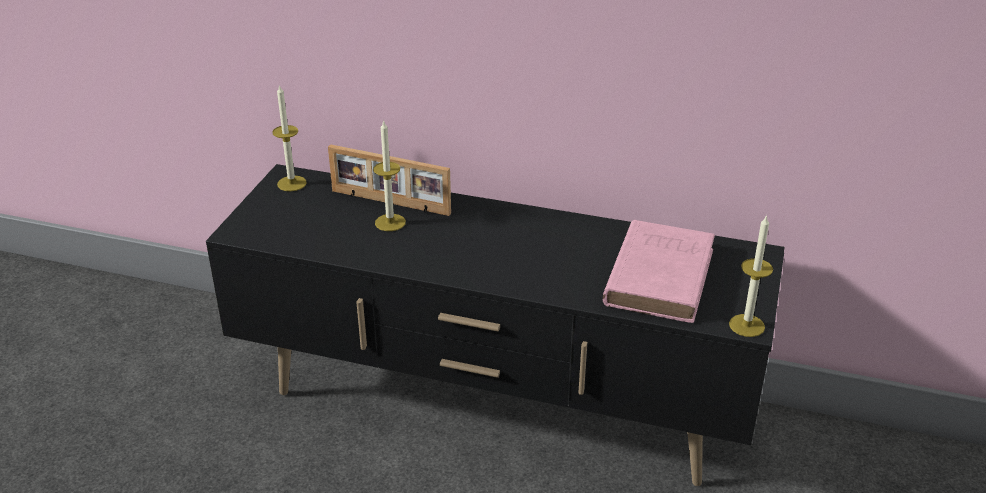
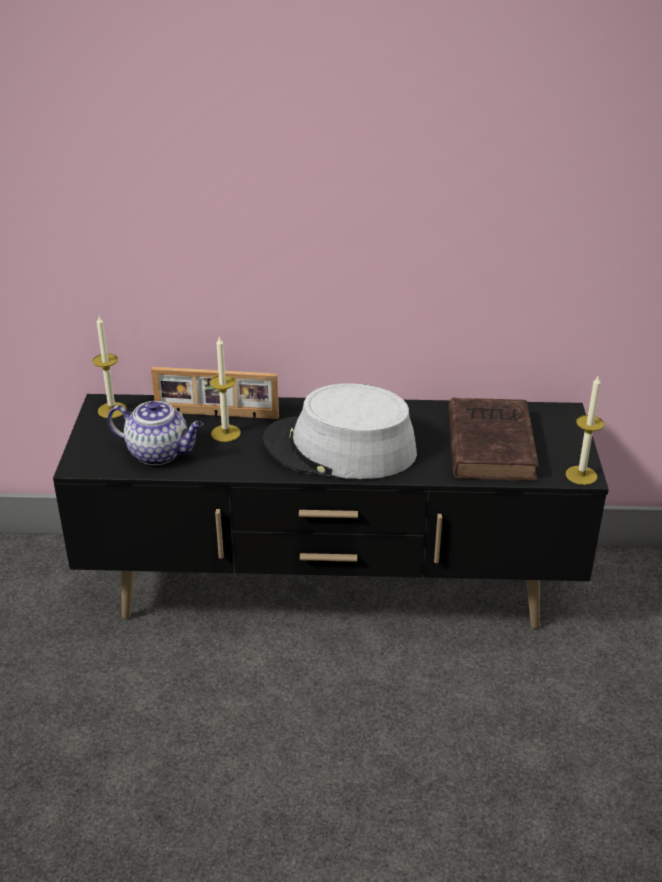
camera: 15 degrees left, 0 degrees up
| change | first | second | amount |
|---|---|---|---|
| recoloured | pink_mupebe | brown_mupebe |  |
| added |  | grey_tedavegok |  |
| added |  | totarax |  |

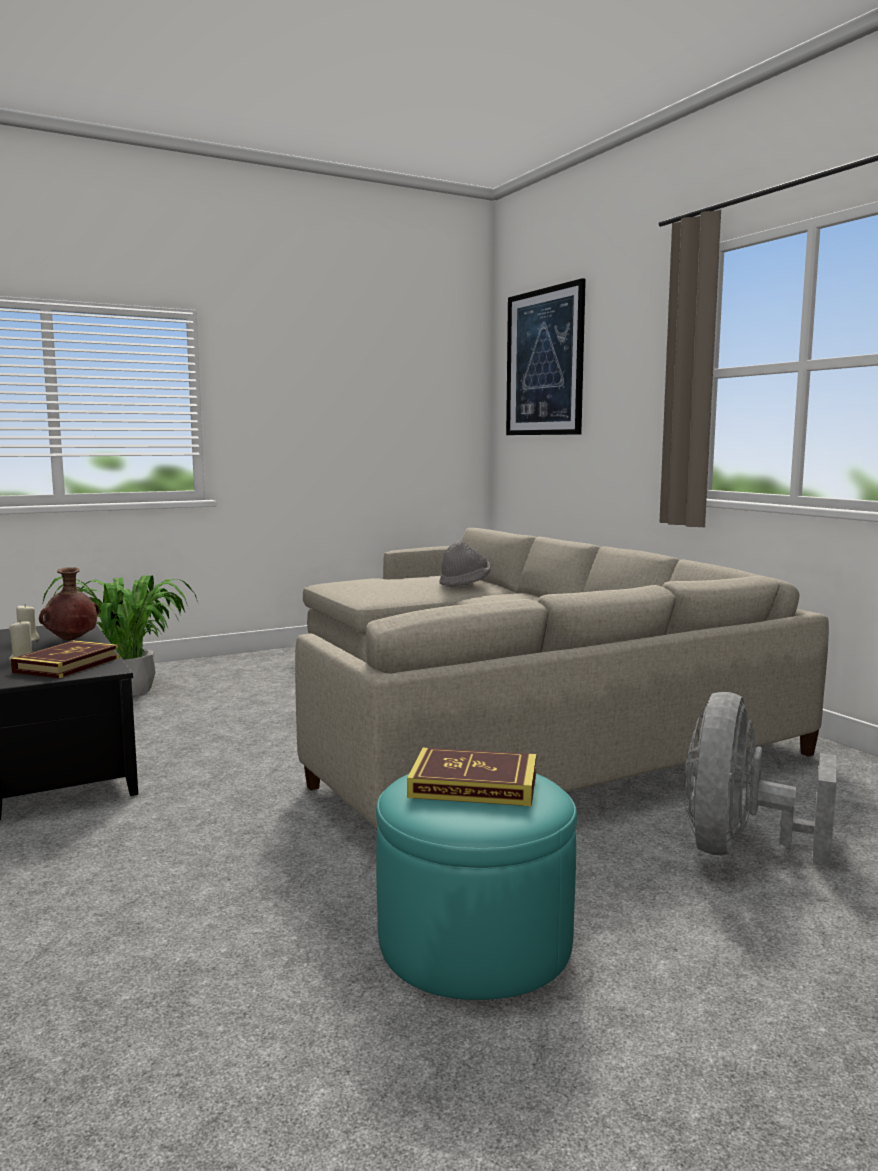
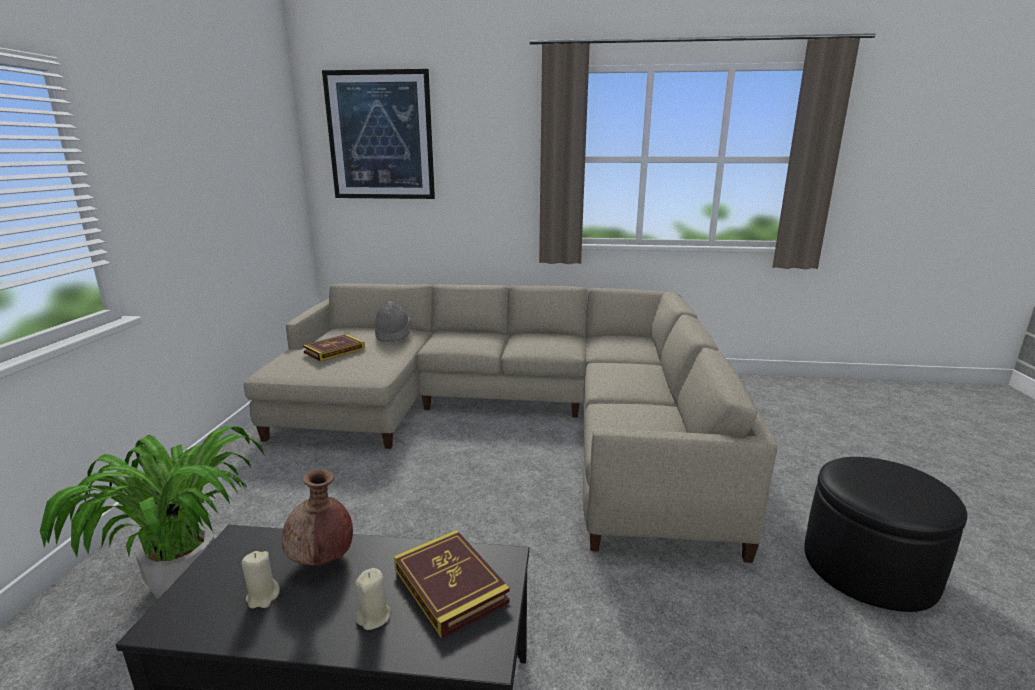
camera: 55 degrees left, 10 degrees up
| change | first | second | amount |
|---|---|---|---|
| removed | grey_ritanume |  |  |
| moved | mupebe (2nd from left in the first image) | mupebe (1st from left) |  |
| recoloured | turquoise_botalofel | black_botalofel |  |

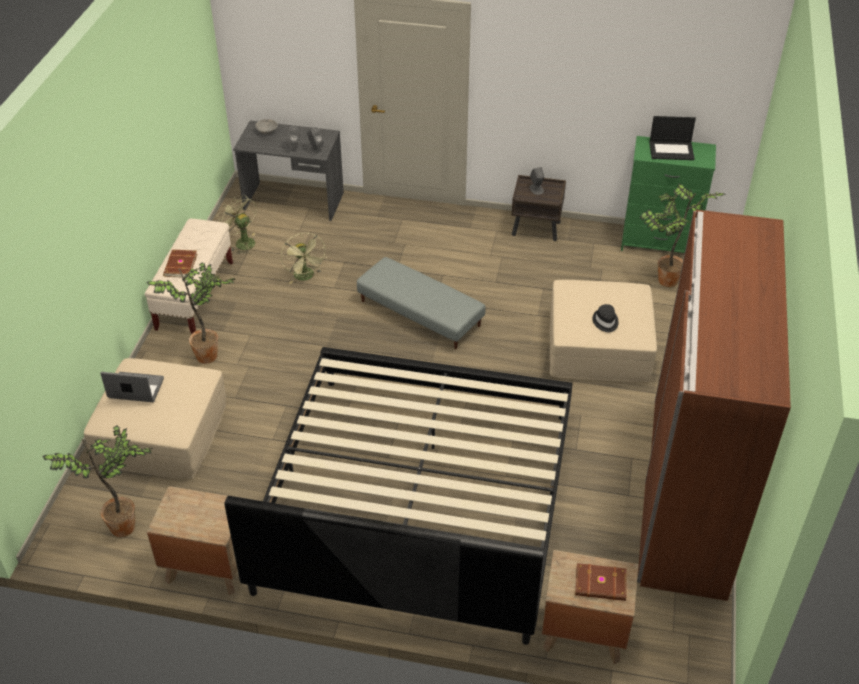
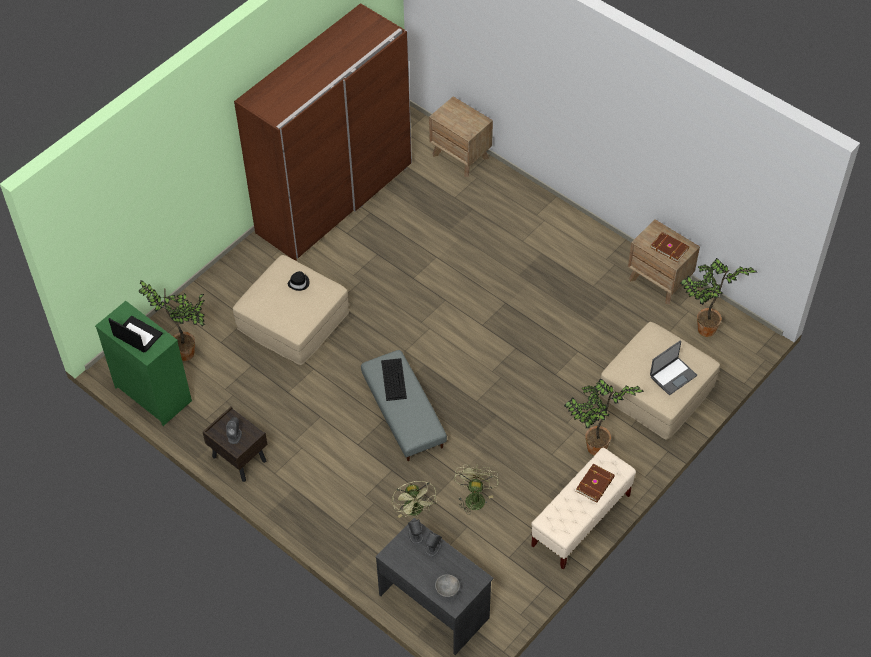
camera: 150 degrees left, 10 degrees up
| change | first | second | amount |
|---|---|---|---|
| moved | green_ritanume (1st from left) |  |  |
| removed | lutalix |  |  |
| turned | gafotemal (1st from left in the first image) | gafotemal (2nd from left) | 75 degrees counterclockwise |
| moved | brown_mupebe (2nd from left) |  |  |
| added |  | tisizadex |  |

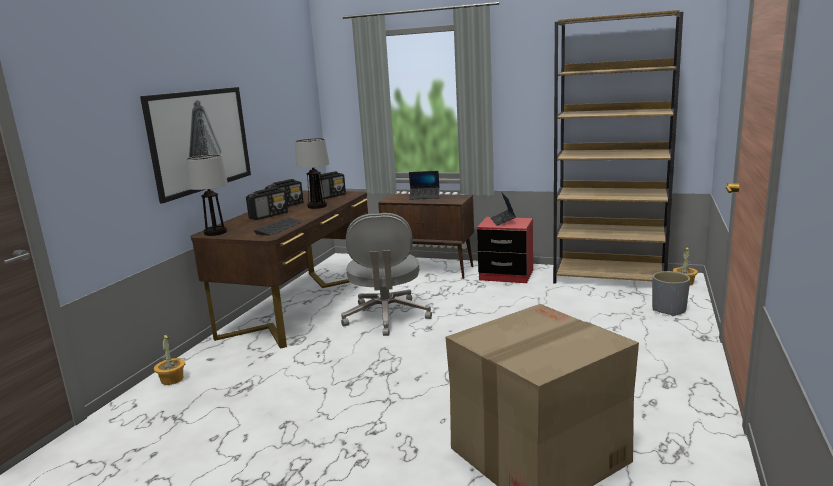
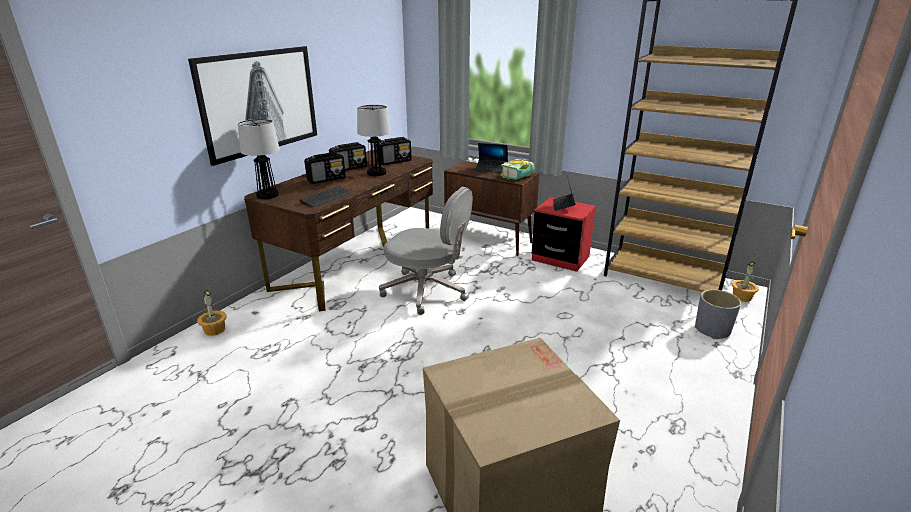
camera: 10 degrees right, 10 degrees up
| change | first | second | amount |
|---|---|---|---|
| turned | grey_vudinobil |  | 75 degrees counterclockwise |
| added |  | mupebe |  |

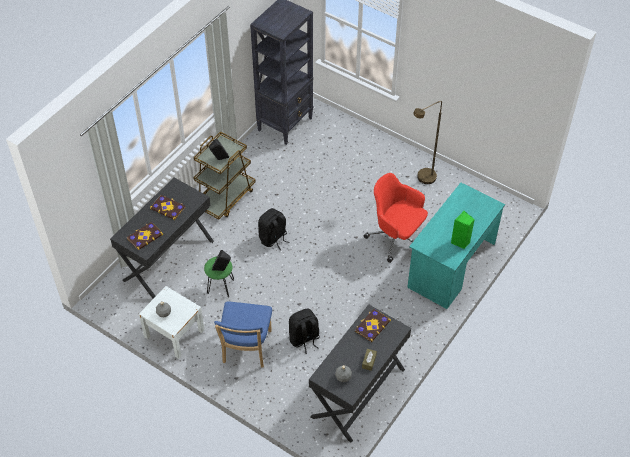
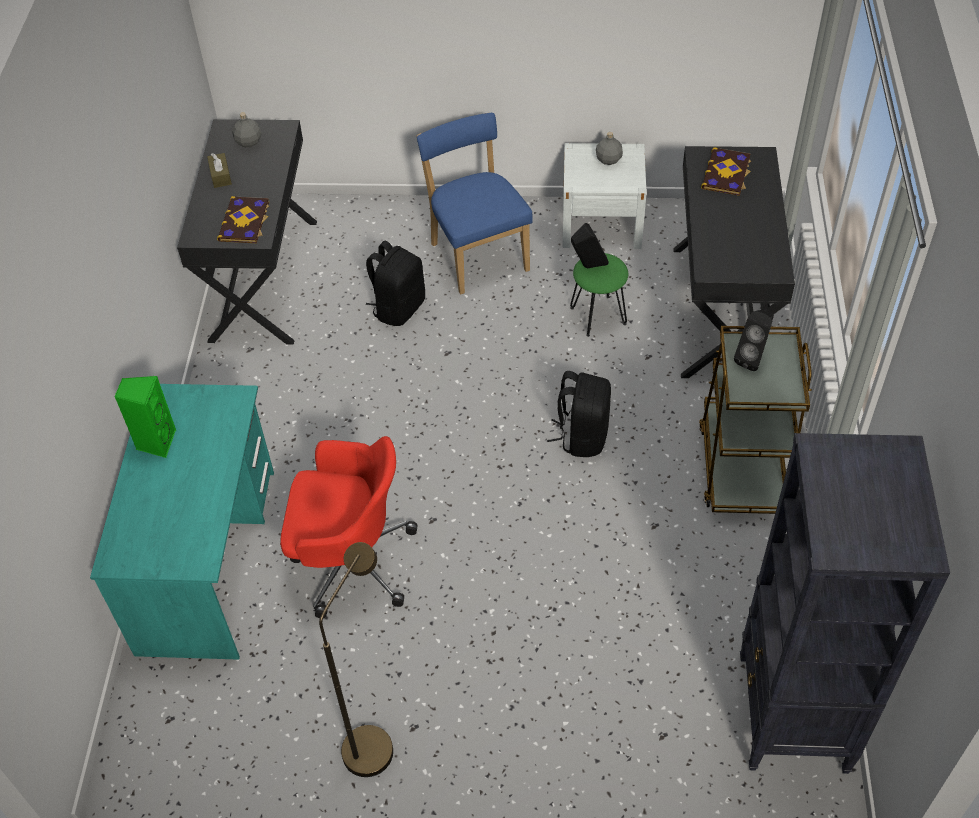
camera: 150 degrees right, 0 degrees up
| change | first | second | amount |
|---|---|---|---|
| removed | mupebe (2nd from left) |  |  |

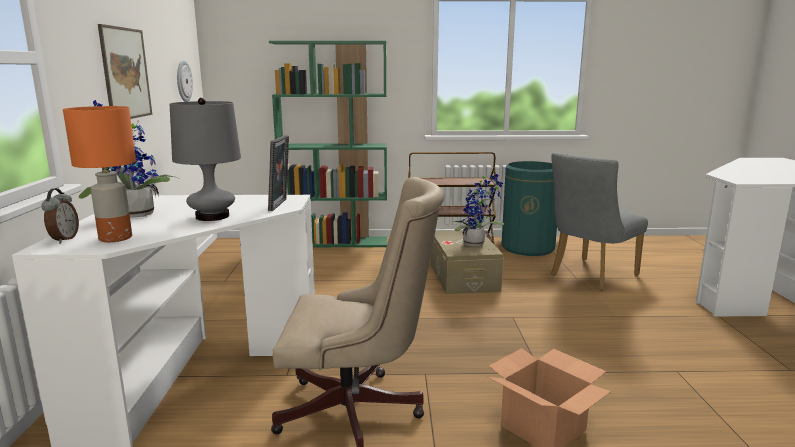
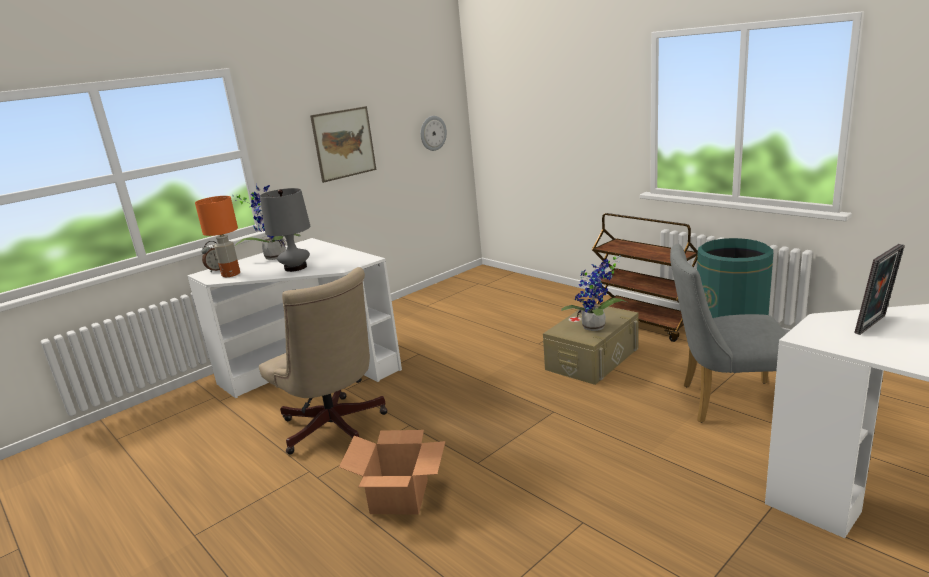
camera: 50 degrees right, 5 degrees up
| change | first | second | amount |
|---|---|---|---|
| removed | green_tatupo |  |  |
| moved | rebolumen |  |  |

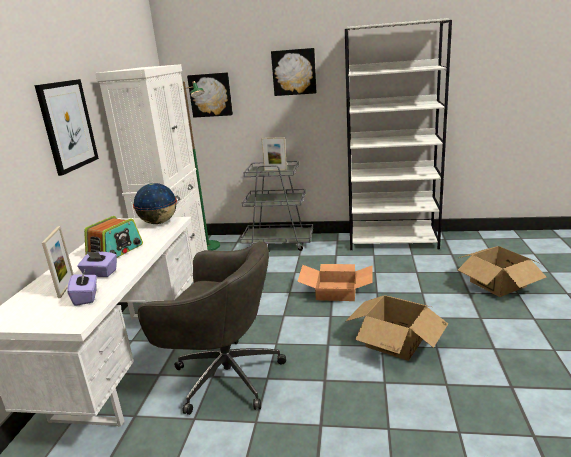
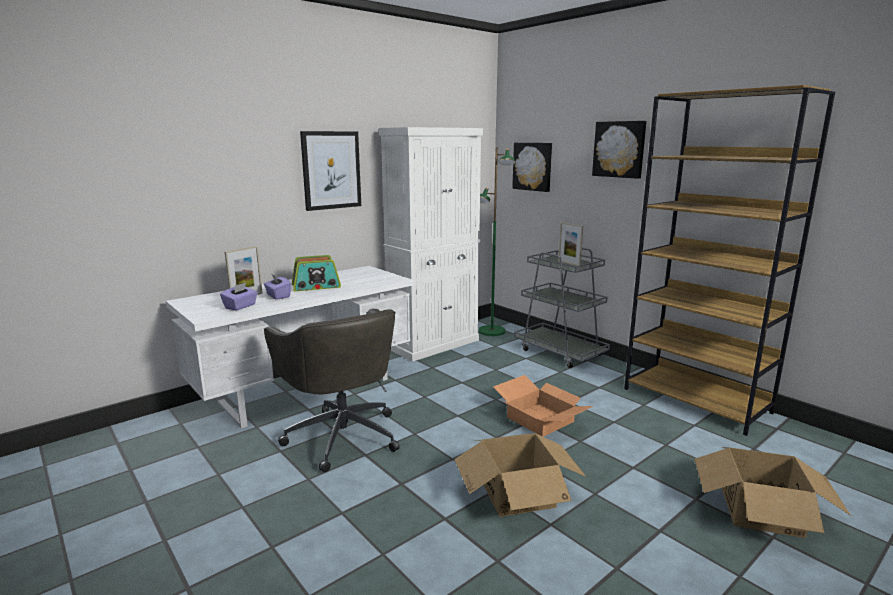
camera: 40 degrees right, 5 degrees down
| change | first | second | amount |
|---|---|---|---|
| recoloured | white_tatupo | brown_tatupo |  |
| removed | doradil |  |  |

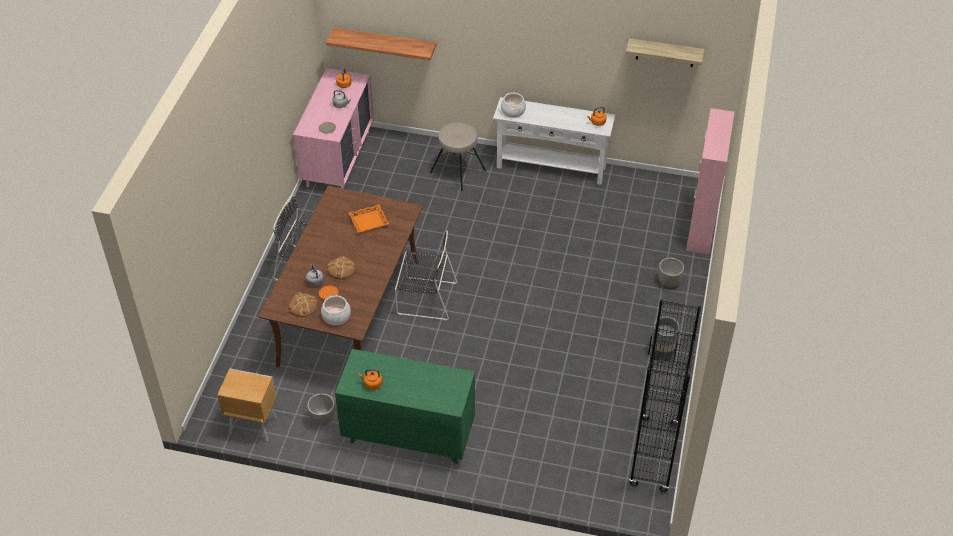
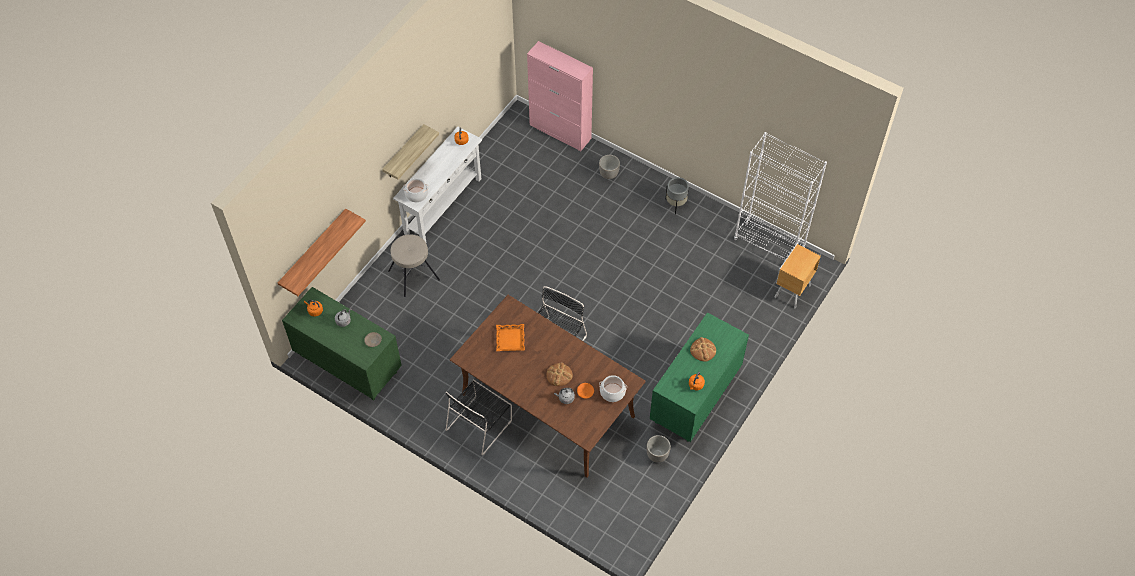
camera: 70 degrees left, 10 degrees up
| change | first | second | amount |
|---|---|---|---|
| moved | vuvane (2nd from left) |  |  |
| recoloured | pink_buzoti | green_buzoti (1st from left) |  |
| moved | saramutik (1st from left in the first image) | saramutik (2nd from left) |  |
| recoloured | black_tatupo | white_tatupo |  |
| moved | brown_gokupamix |  |  |

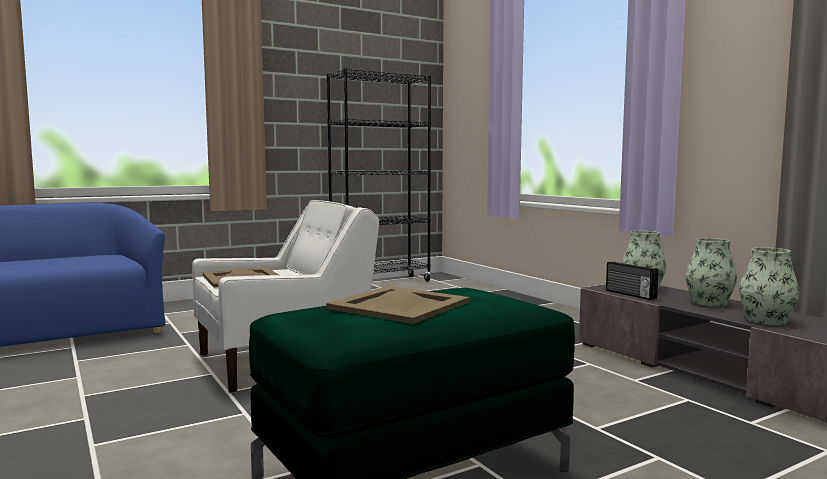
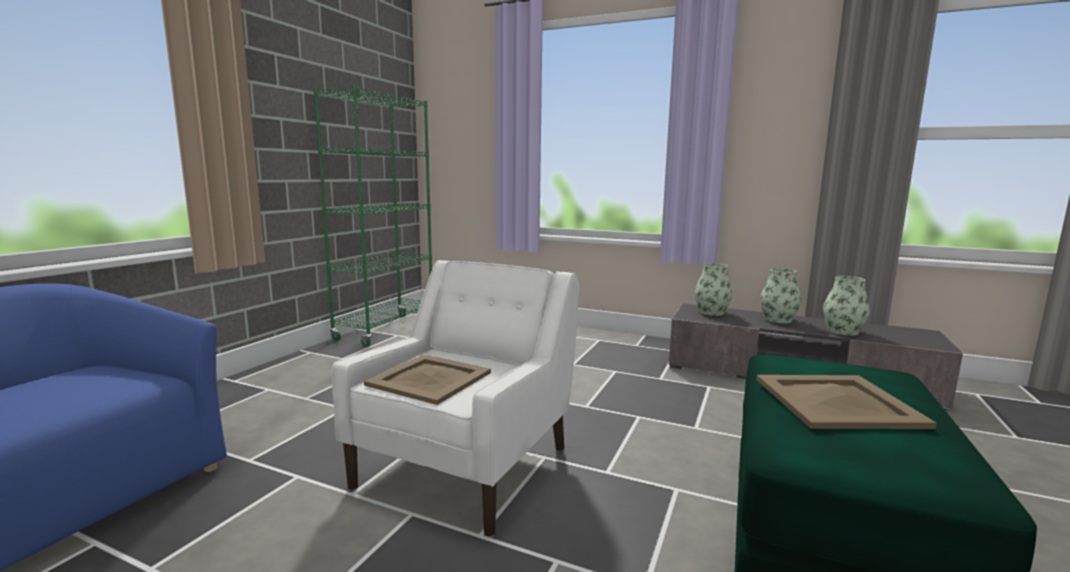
camera: 35 degrees left, 5 degrees up
| change | first | second | amount |
|---|---|---|---|
| recoloured | black_tatupo | green_tatupo |  |
| removed | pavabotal |  |  |

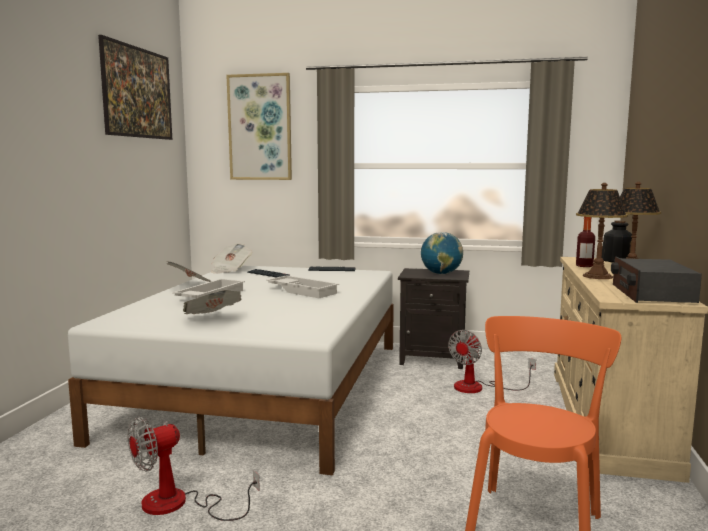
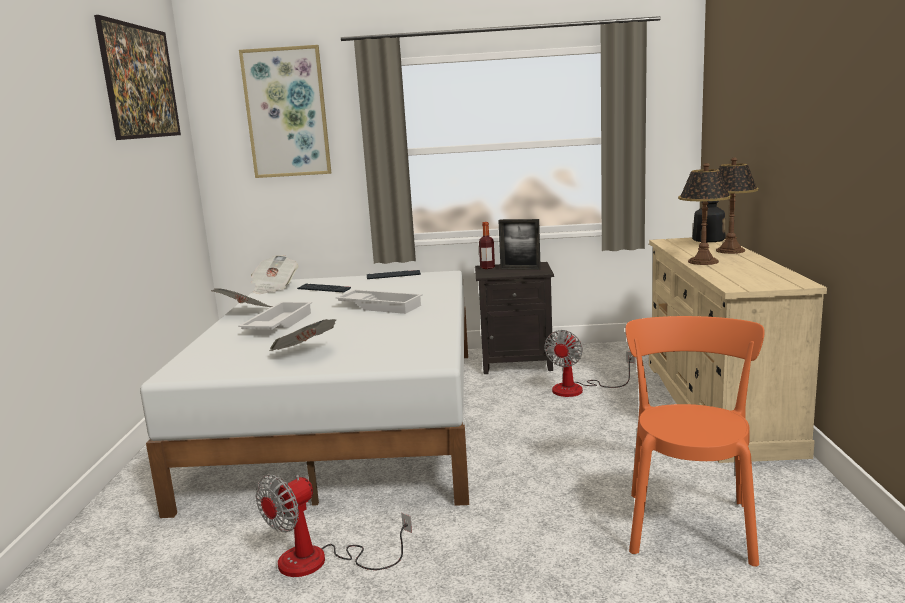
camera: 10 degrees left, 5 degrees up
| change | first | second | amount |
|---|---|---|---|
| moved | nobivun (1st from left) |  |  |
| replaced | doradil | rebolumen |  |
| removed | pavabotal |  |  |

